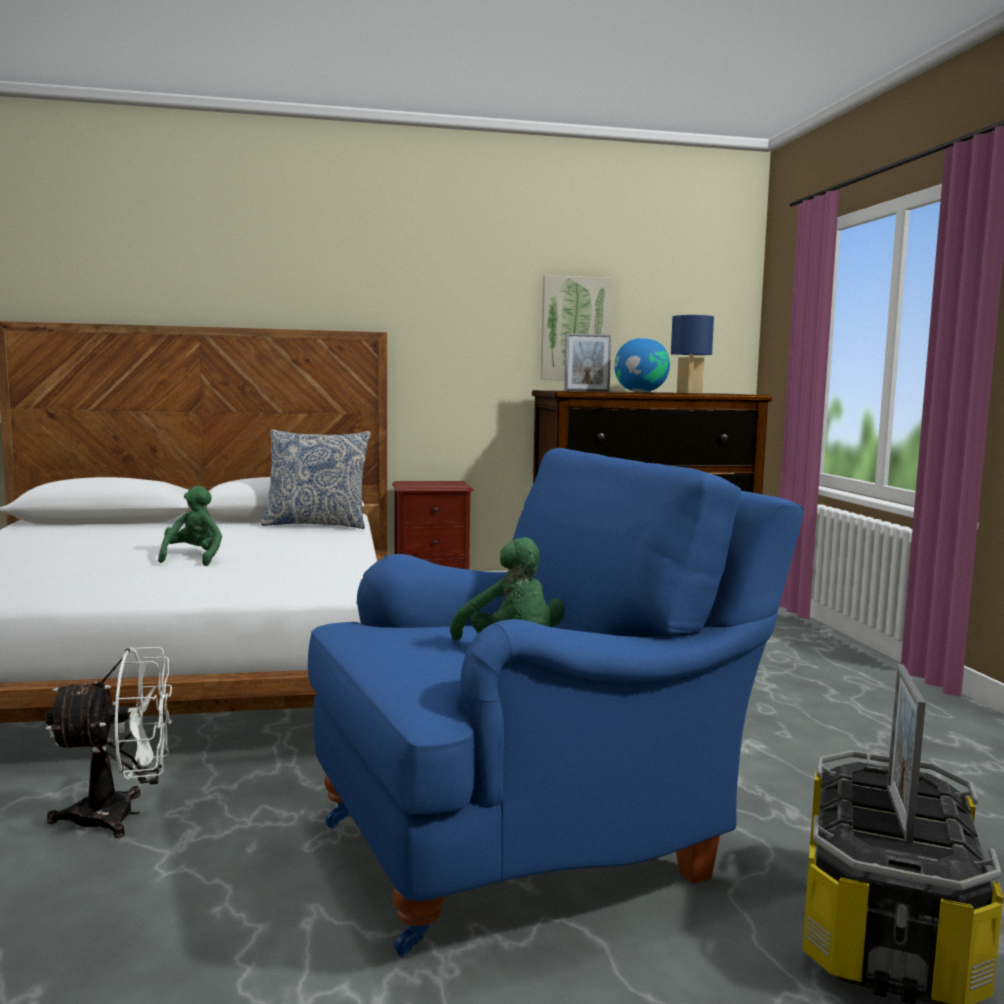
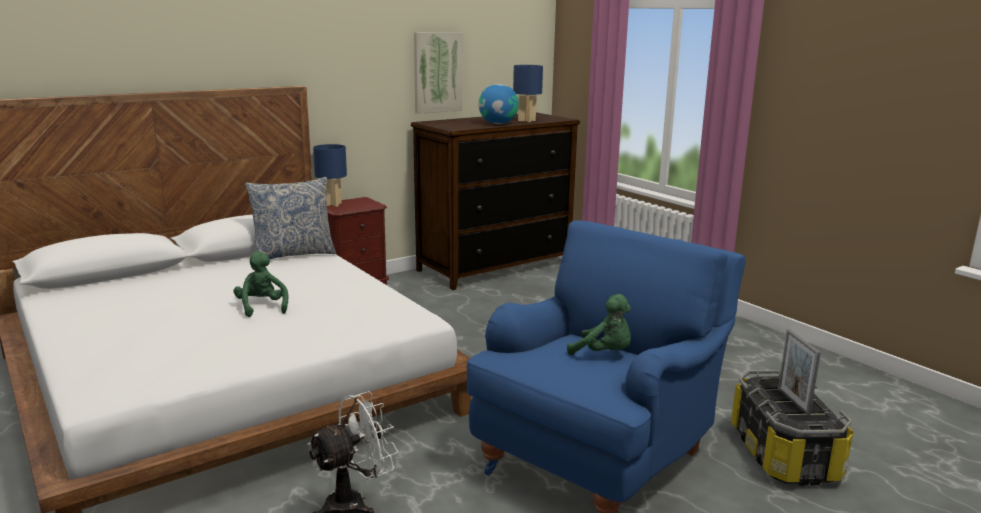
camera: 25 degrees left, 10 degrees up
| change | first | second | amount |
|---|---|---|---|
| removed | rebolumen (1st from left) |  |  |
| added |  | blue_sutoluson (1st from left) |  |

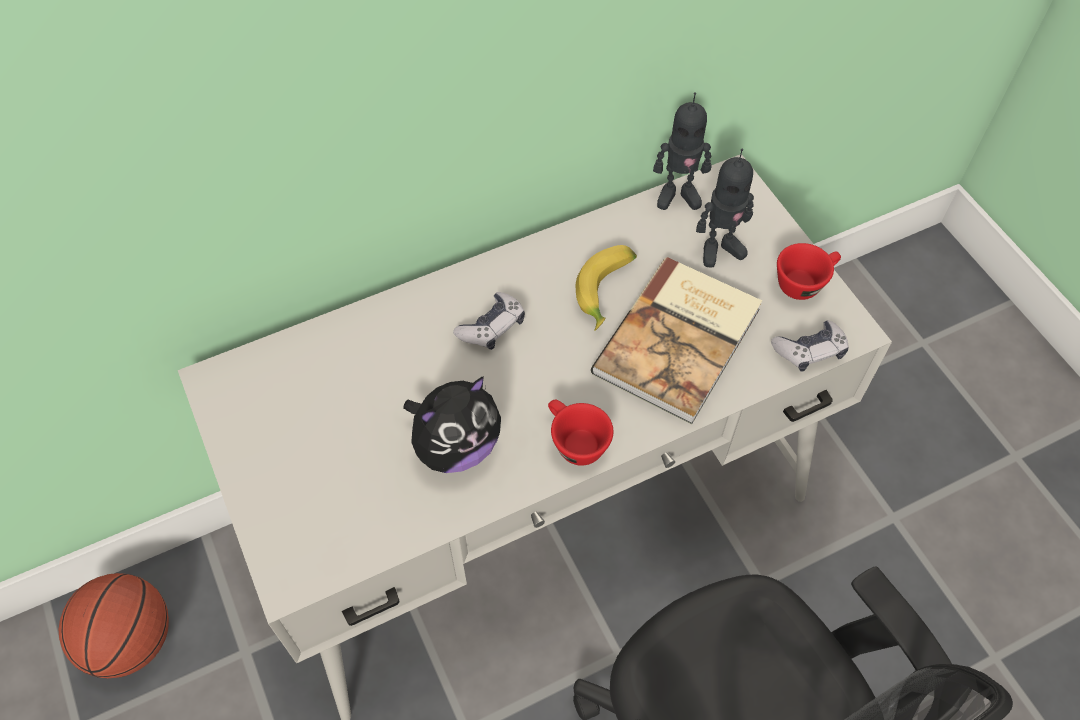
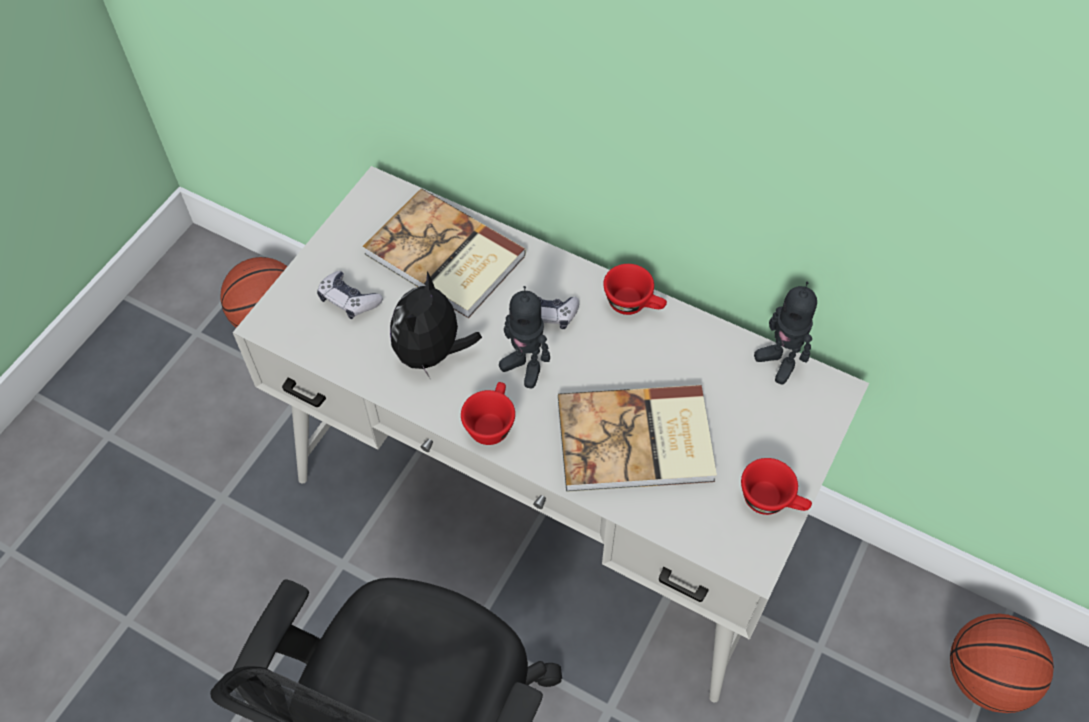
camera: 55 degrees right, 0 degrees up
| change | first | second | amount |
|---|---|---|---|
| moved | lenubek (2nd from left in the first image) | lenubek (1st from left) |  |
| removed | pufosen |  |  |
| moved | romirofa (2nd from left in the first image) | romirofa (1st from left) |  |
| turned | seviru |  | 90 degrees clockwise |
| added |  | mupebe (1st from left) |  |
| added |  | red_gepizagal (2nd from left) |  |
| added |  | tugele (2nd from left) |  |

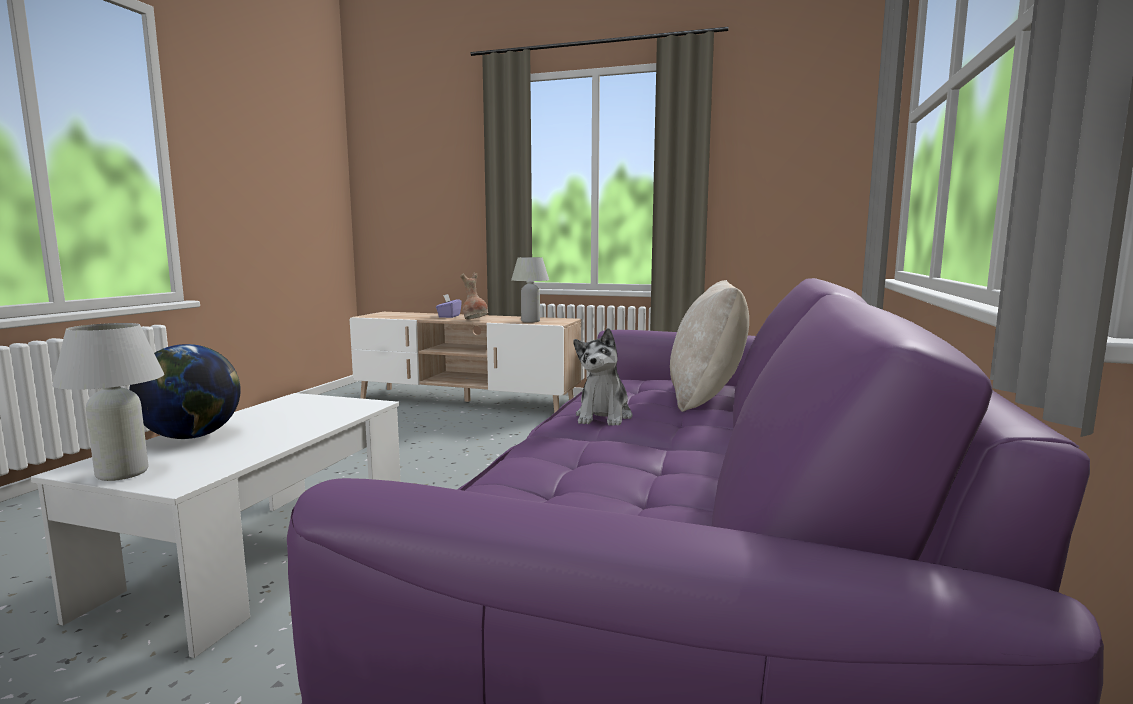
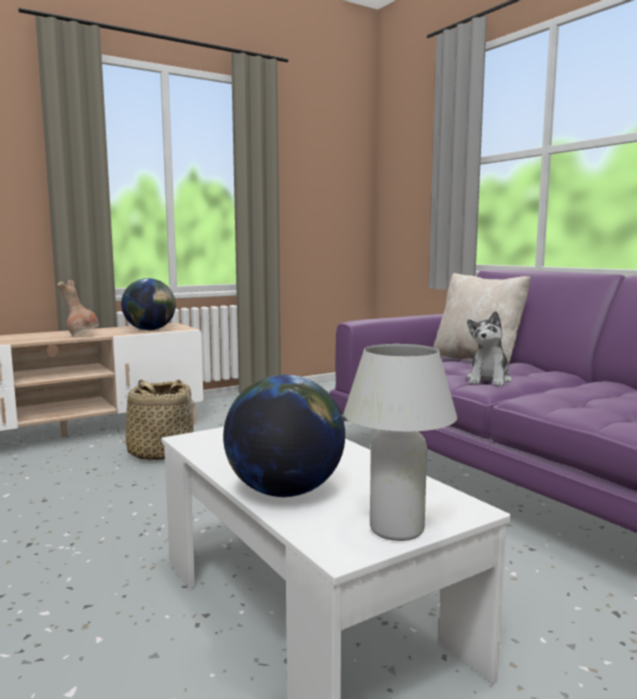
camera: 50 degrees left, 0 degrees up
| change | first | second | amount |
|---|---|---|---|
| replaced | white_sutoluson (2nd from left) | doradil (1st from left) |  |
| removed | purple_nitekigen |  |  |
| turned | seviru |  | 60 degrees clockwise |
| added |  | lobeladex |  |

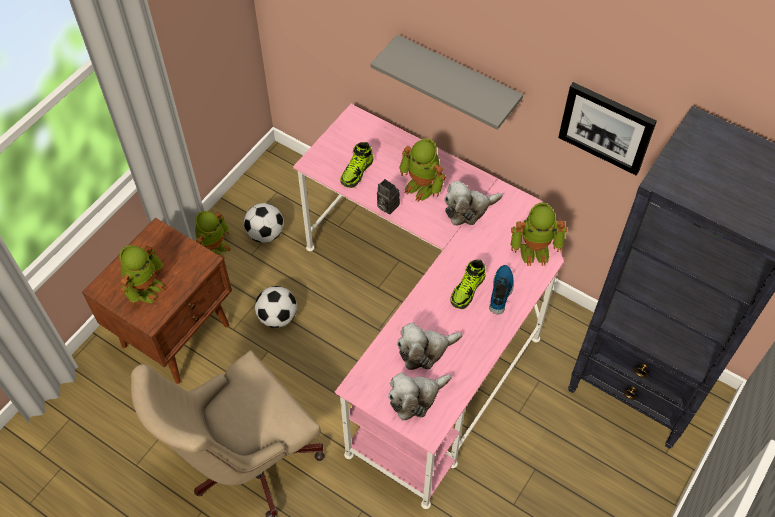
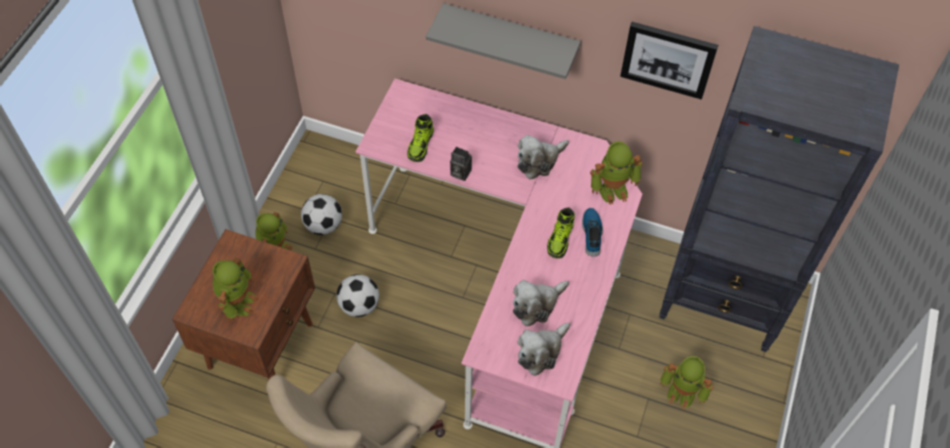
camera: 15 degrees left, 0 degrees up
| change | first | second | amount |
|---|---|---|---|
| moved | lenubek (3rd from left in the first image) | lenubek (4th from left) |  |

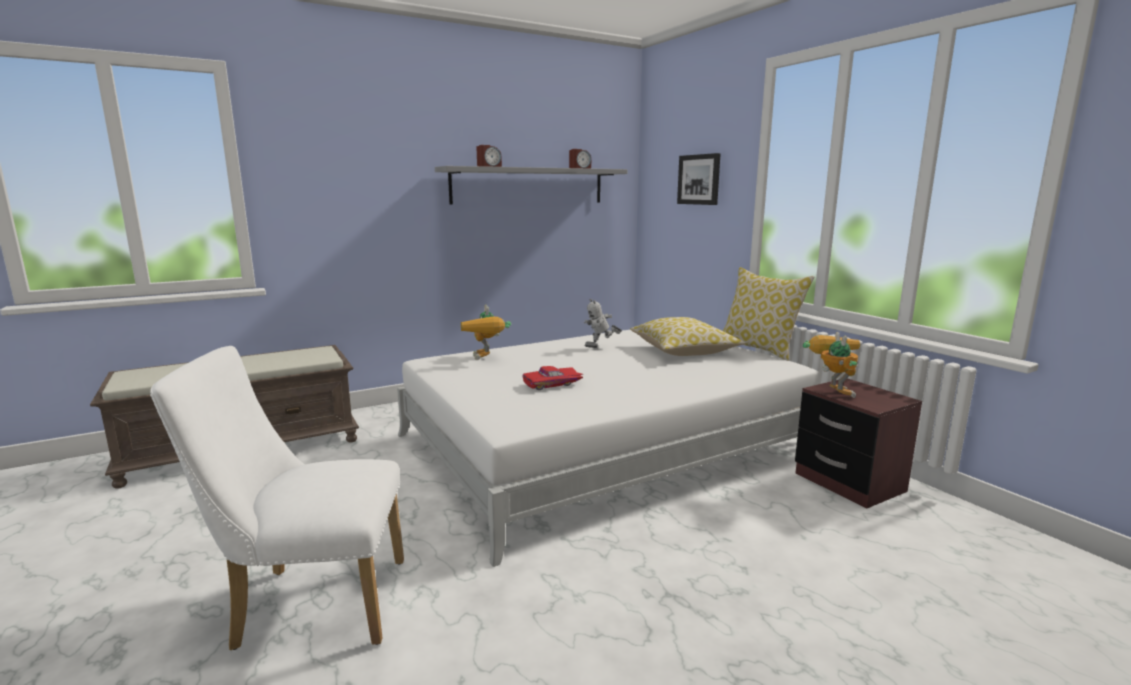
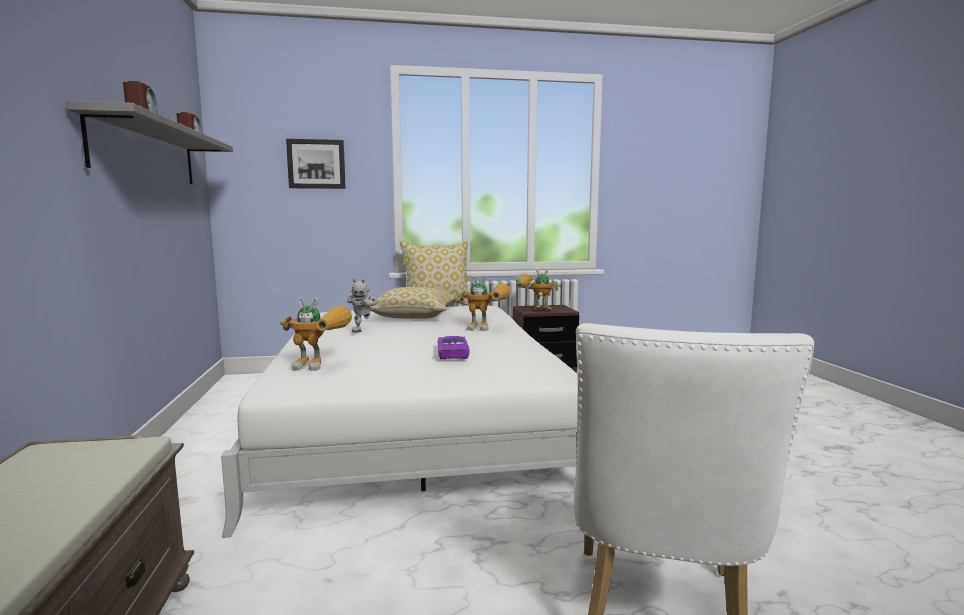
camera: 70 degrees left, 5 degrees down
| change | first | second | amount |
|---|---|---|---|
| recoloured | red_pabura | purple_pabura |  |
| added |  | lenubek (3rd from left) |  |

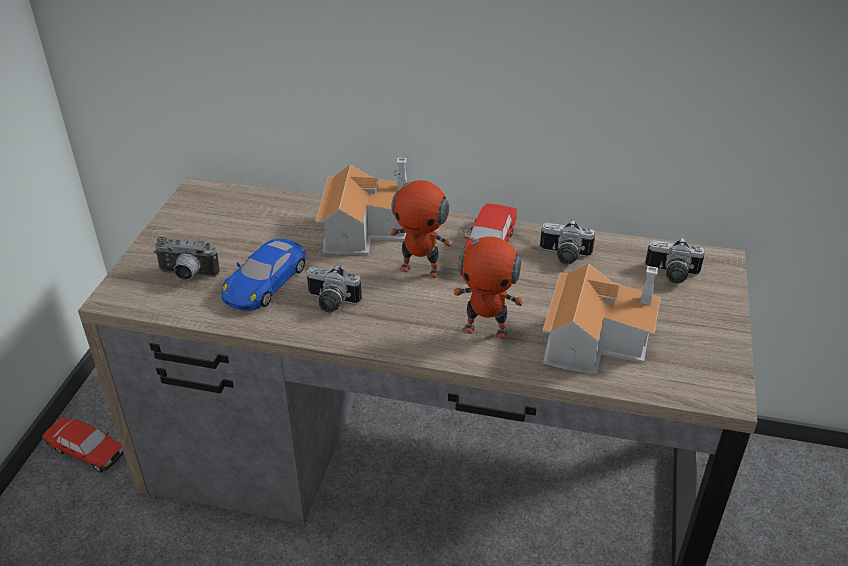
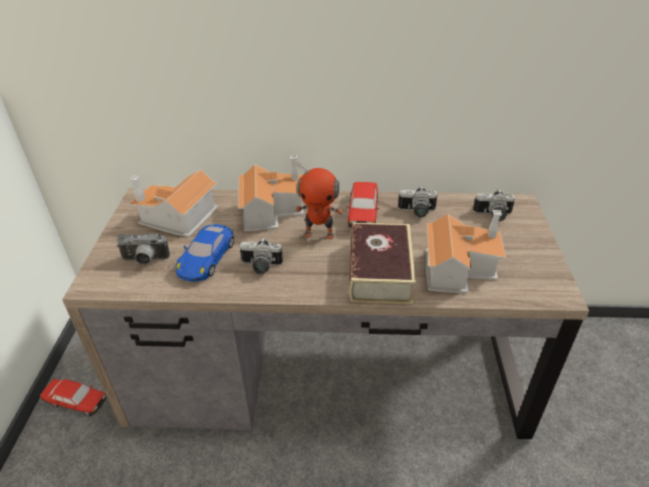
camera: 10 degrees left, 0 degrees up
| change | first | second | amount |
|---|---|---|---|
| replaced | lenubek (2nd from left) | mupebe |  |
| added |  | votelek (1st from left) |  |

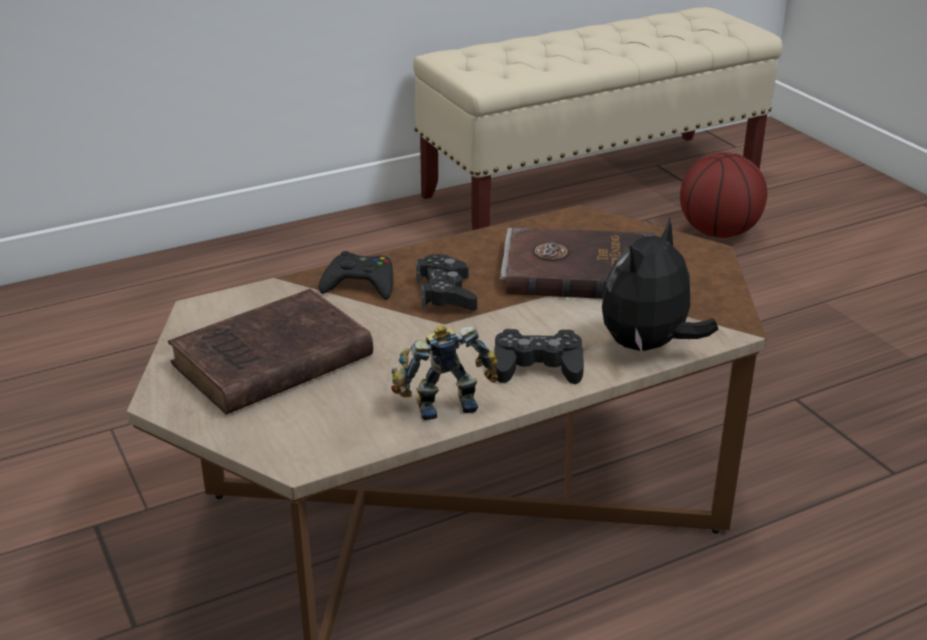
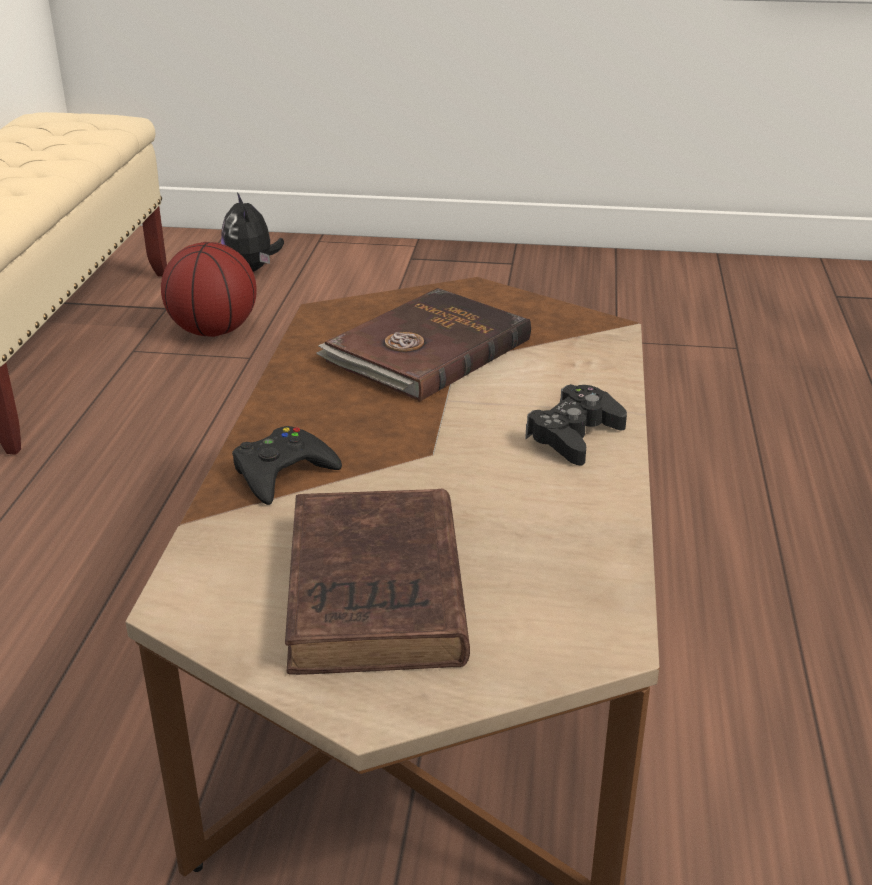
camera: 55 degrees left, 0 degrees up
| change | first | second | amount |
|---|---|---|---|
| moved | seviru |  |  |
| removed | black_romirofa (2nd from left) |  |  |
| removed | lenubek |  |  |

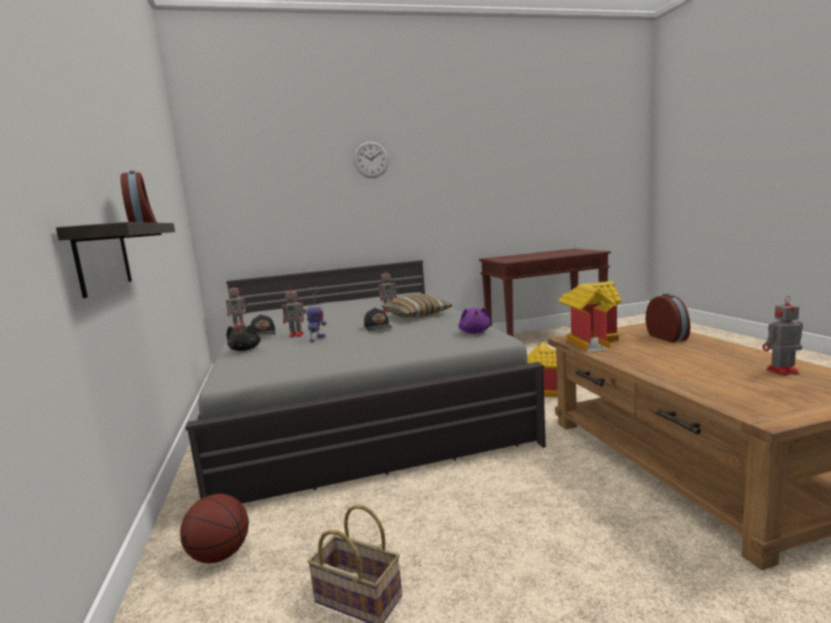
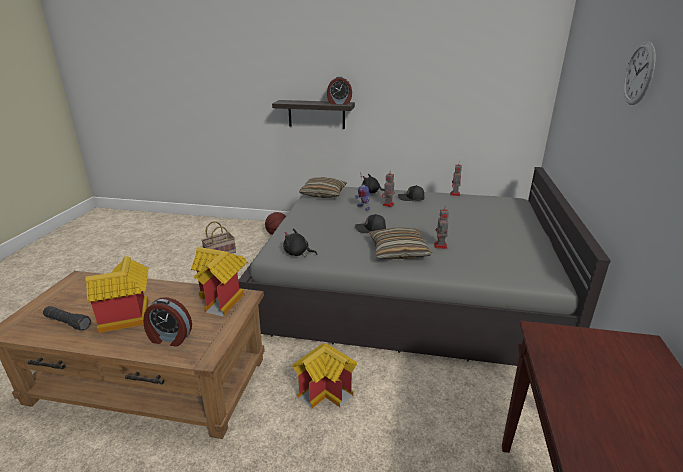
camera: 115 degrees right, 15 degrees up
| change | first | second | amount |
|---|---|---|---|
| replaced | lenubek (5th from left) | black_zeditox |  |
| recoloured | purple_seviru | black_seviru (1st from left) |  |
| added |  | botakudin (1st from left) |  |
| added |  | votelek (1st from left) |  |

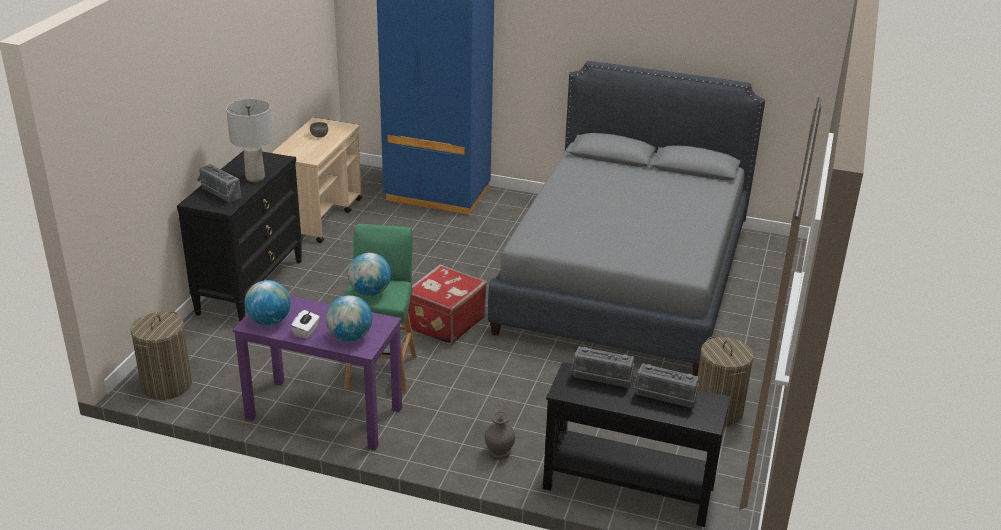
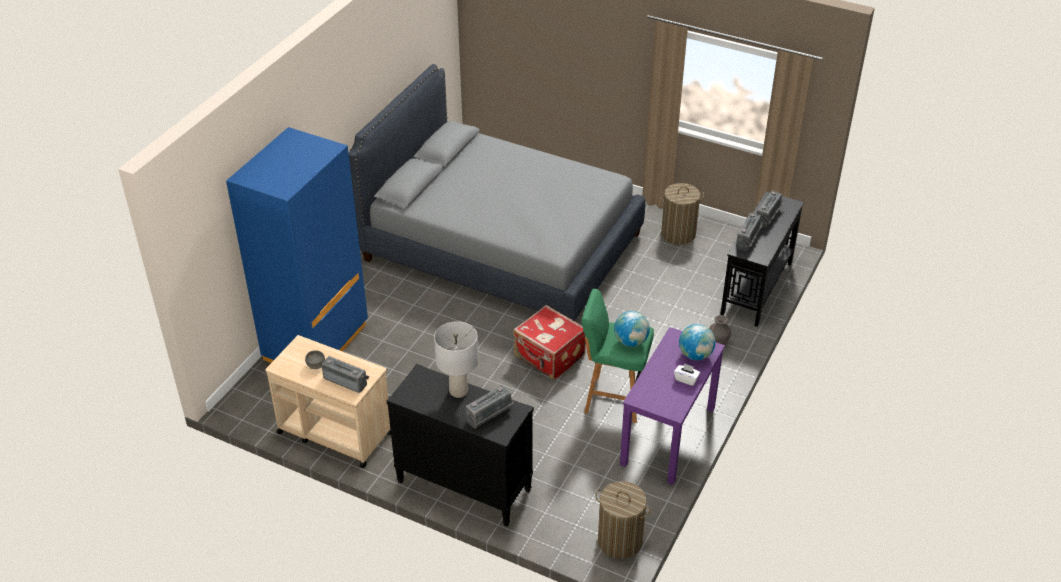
camera: 80 degrees left, 10 degrees up
| change | first | second | amount |
|---|---|---|---|
| removed | doradil (1st from left) |  |  |
| added |  | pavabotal (1st from left) |  |

